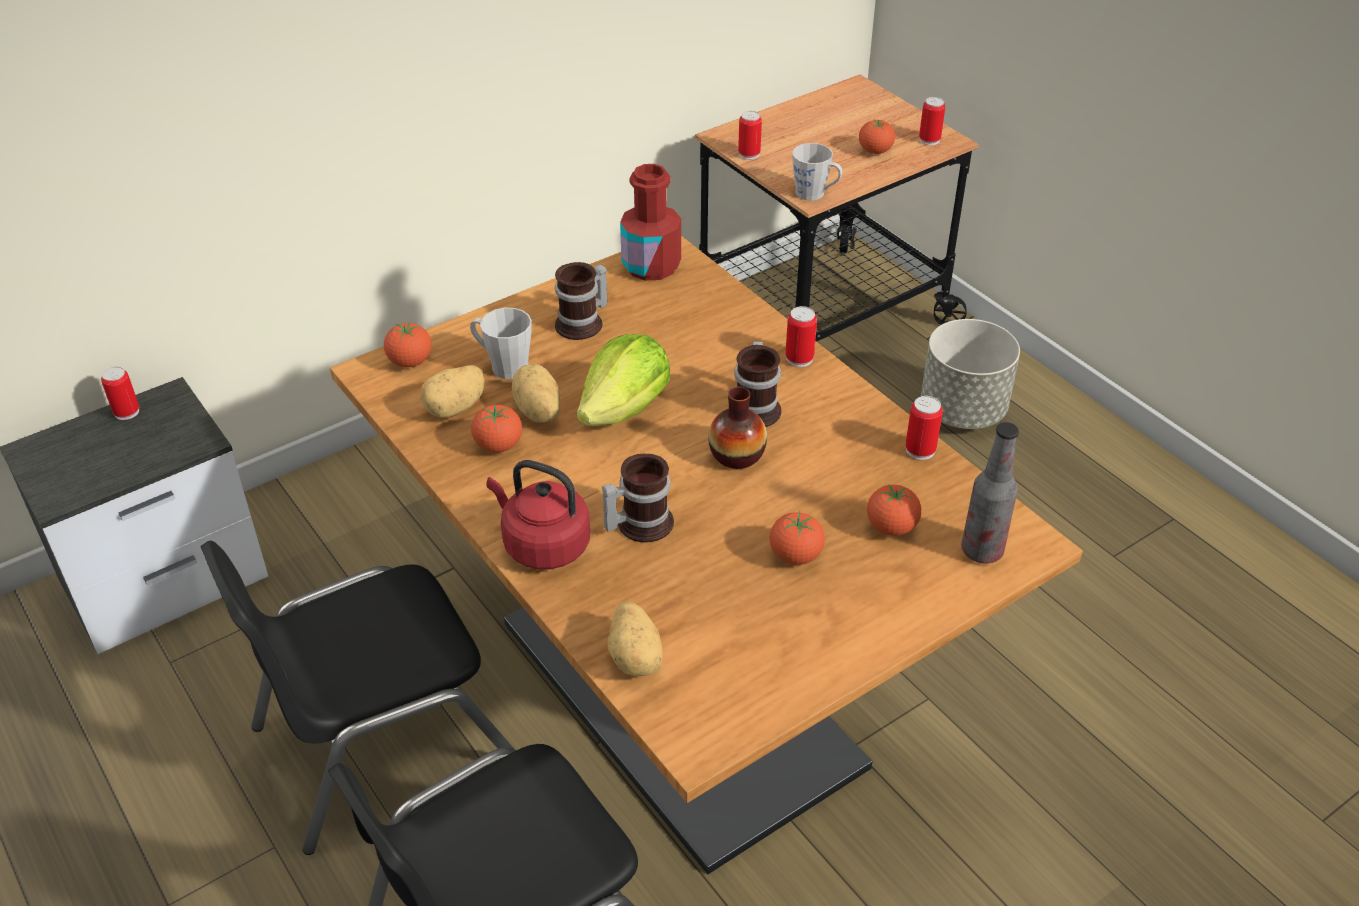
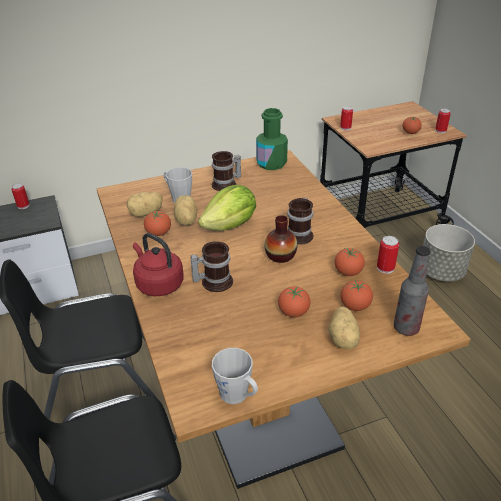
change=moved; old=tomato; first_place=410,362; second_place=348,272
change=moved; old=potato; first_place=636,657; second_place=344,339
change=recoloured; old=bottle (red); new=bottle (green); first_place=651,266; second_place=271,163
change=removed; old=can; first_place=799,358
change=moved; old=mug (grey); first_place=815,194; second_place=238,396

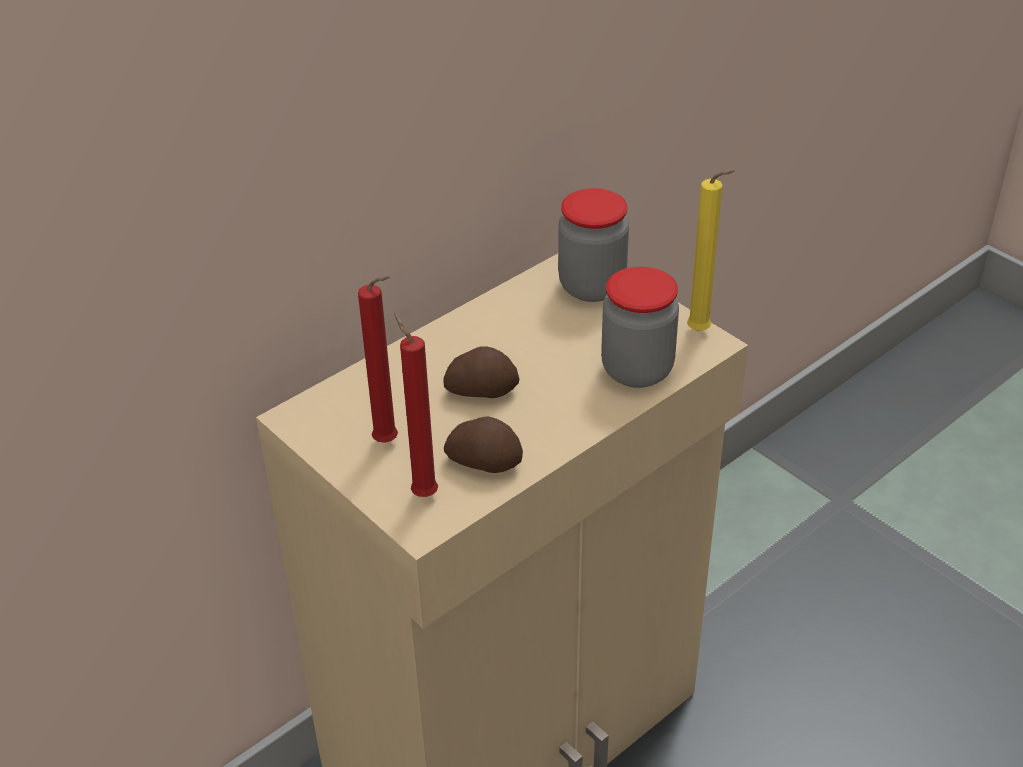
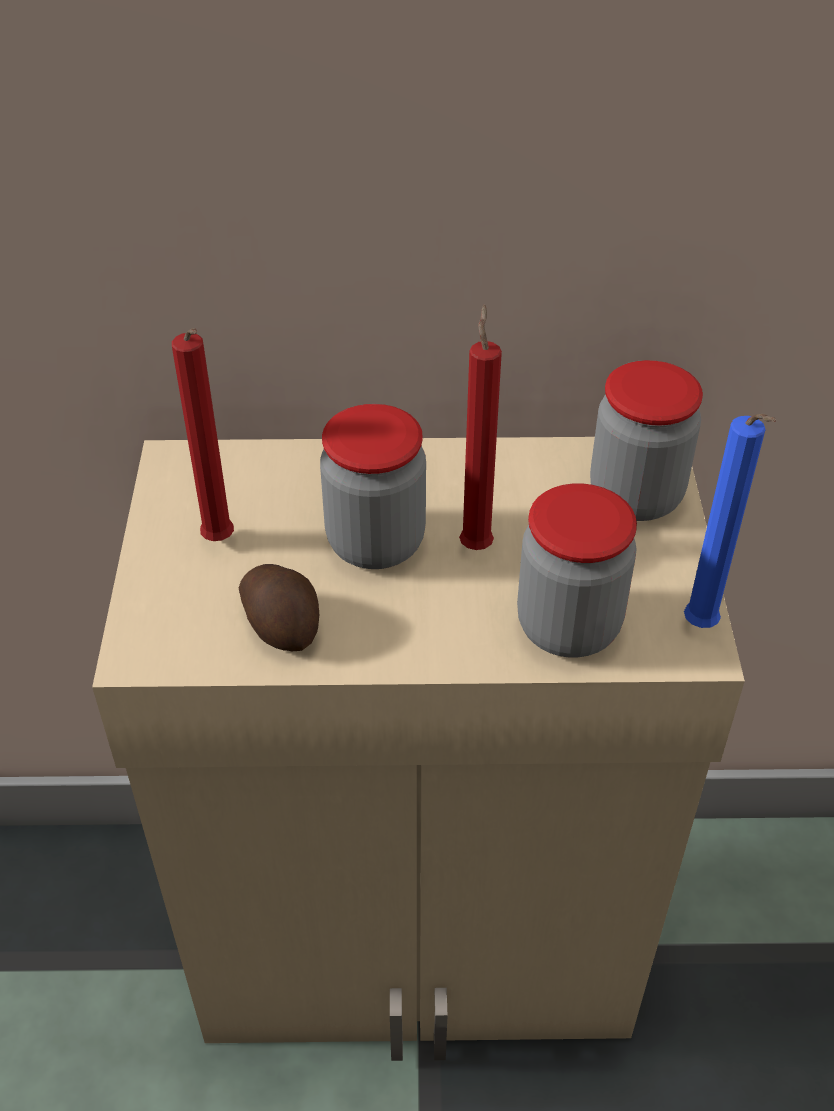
change=moved; old=candle (red); first_place=422,493; second_place=476,544
change=replaced; old=potato; new=jar; first_place=481,389; second_place=375,543
change=recoloured; old=candle (yellow); new=candle (blue); first_place=702,332; second_place=702,629

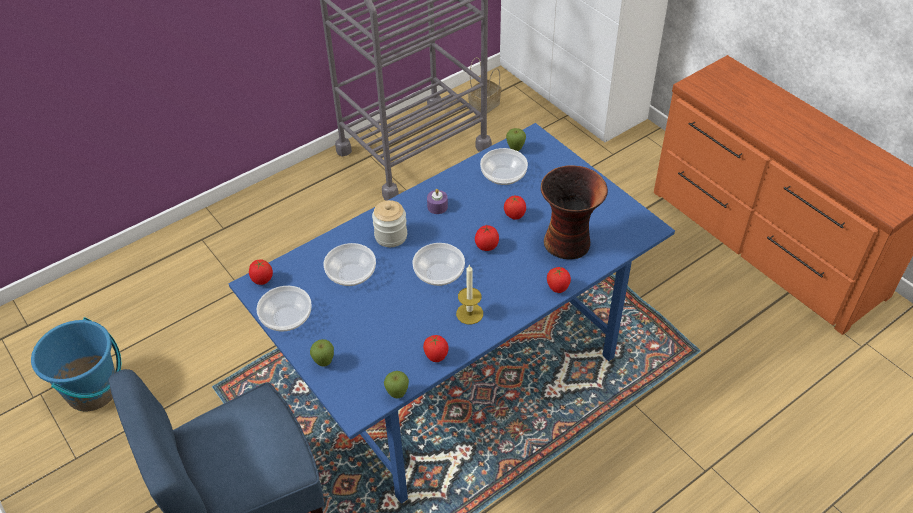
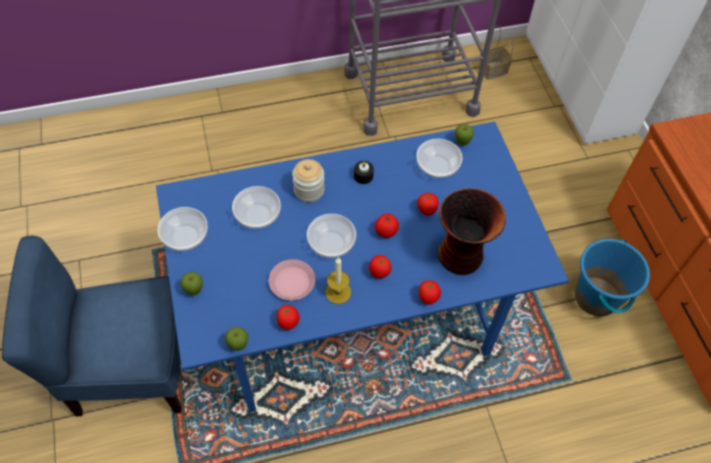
change=moved; old=bucket (blue); first_place=93,390; second_place=597,297
change=moved; old=tomato; first_place=262,281; second_place=379,273
change=recoloured; old=candle (purple); new=candle (black); first_place=437,206; second_place=363,176
change=added; new=plate (pink); second_place=292,282

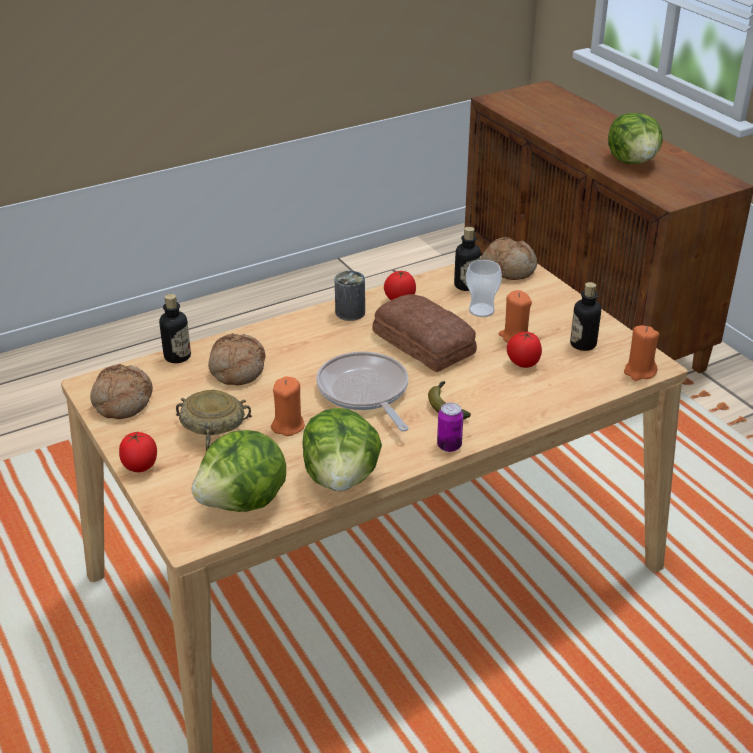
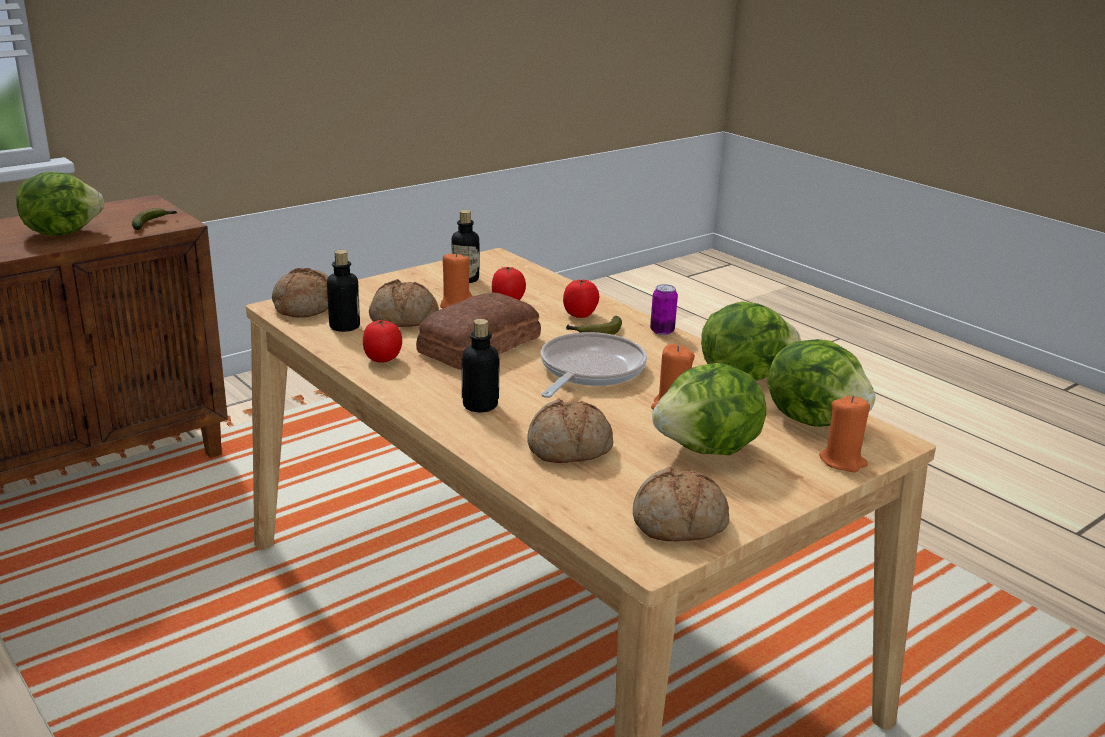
change=moved; old=tomato; first_place=140,467; second_place=580,315
change=moved; old=bottle; first_place=177,356; second_place=480,405
change=replaced; old=bowl (beige); new=lettuce; first_place=212,432; second_place=708,450
change=turned; old=frying pan; first_place=365,392; second_place=589,371; degrees=150
change=removed; old=can; first_place=350,312
change=replaced; old=cup; new=bread; first_place=481,310; second_place=403,319
change=moved; old=candle (orange); first_place=639,372; second_place=842,461
change=added; new=banana; second_place=153,224

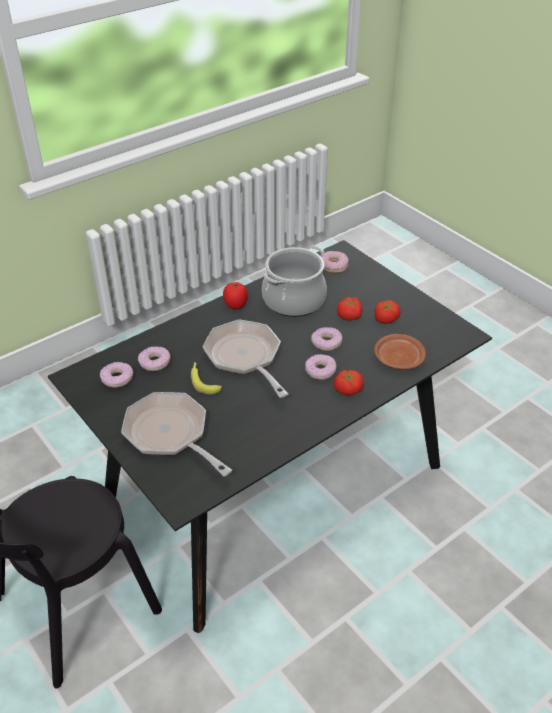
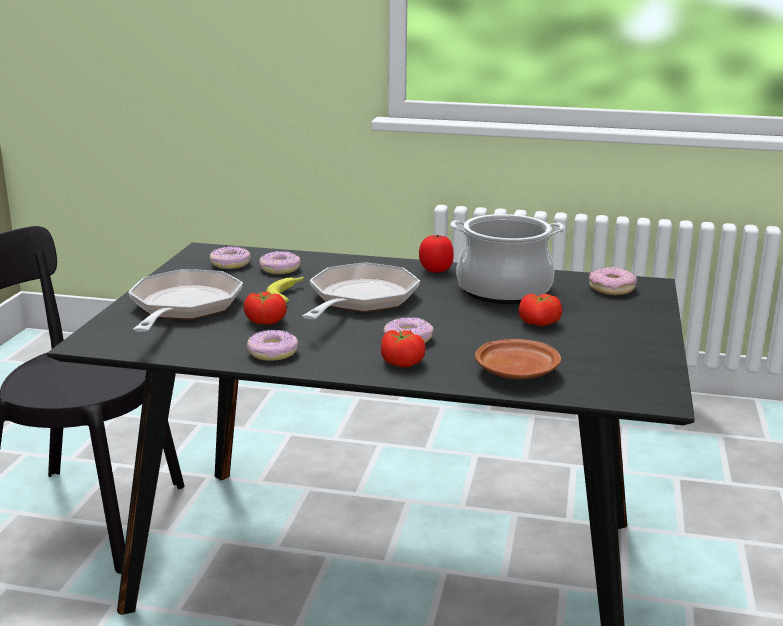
change=moved; old=donut; first_place=326,343; second_place=272,353
change=moved; old=tomato; first_place=385,318; second_place=265,321

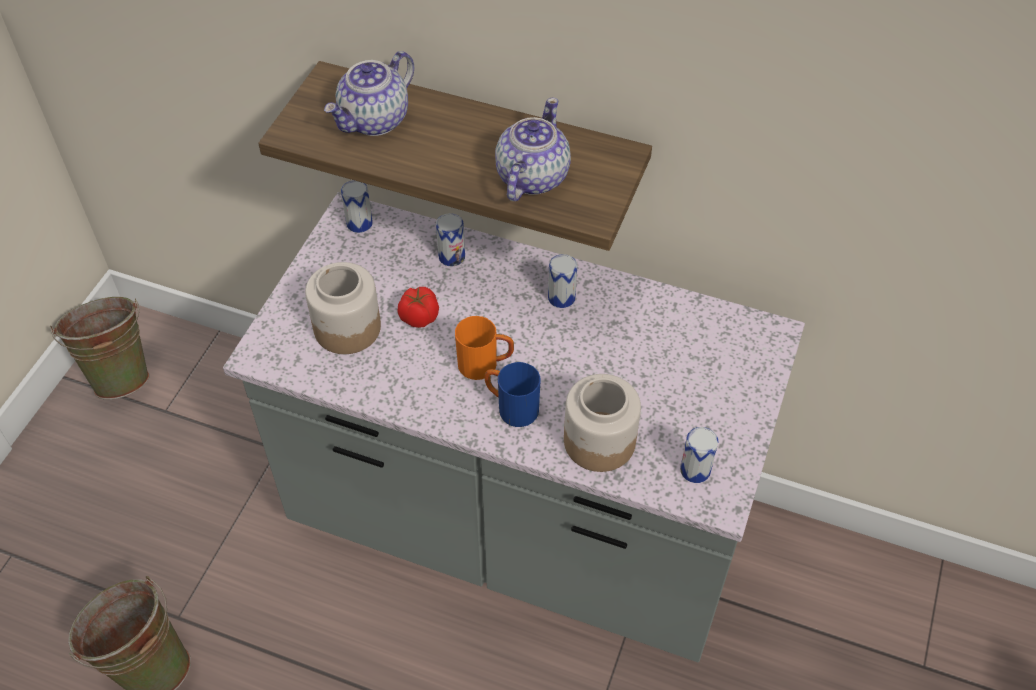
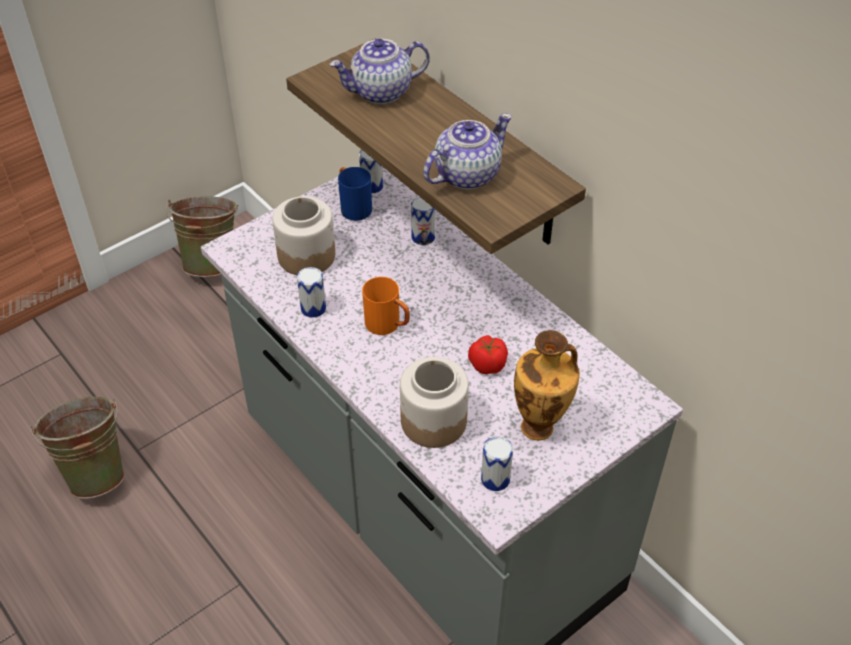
change=moved; old=tomato; first_place=418,317; second_place=487,364
change=moved; old=mug (blue); first_place=511,408; second_place=353,207
change=moved; old=can; first_place=561,298; second_place=313,308
change=added; new=vase; second_place=540,427

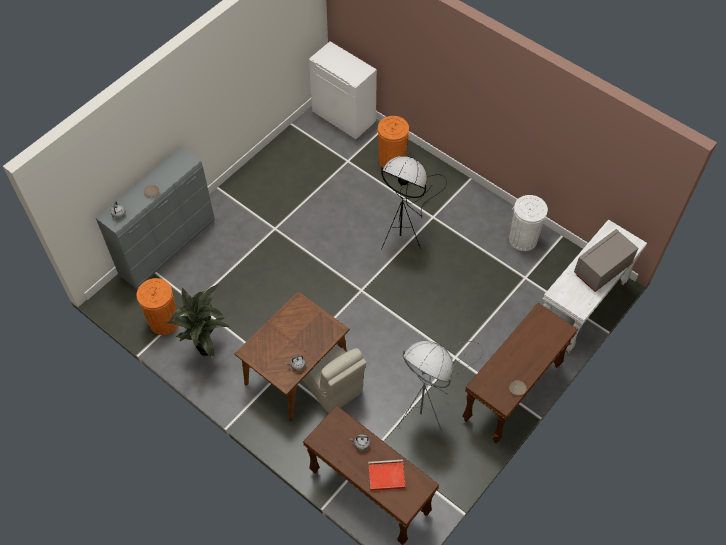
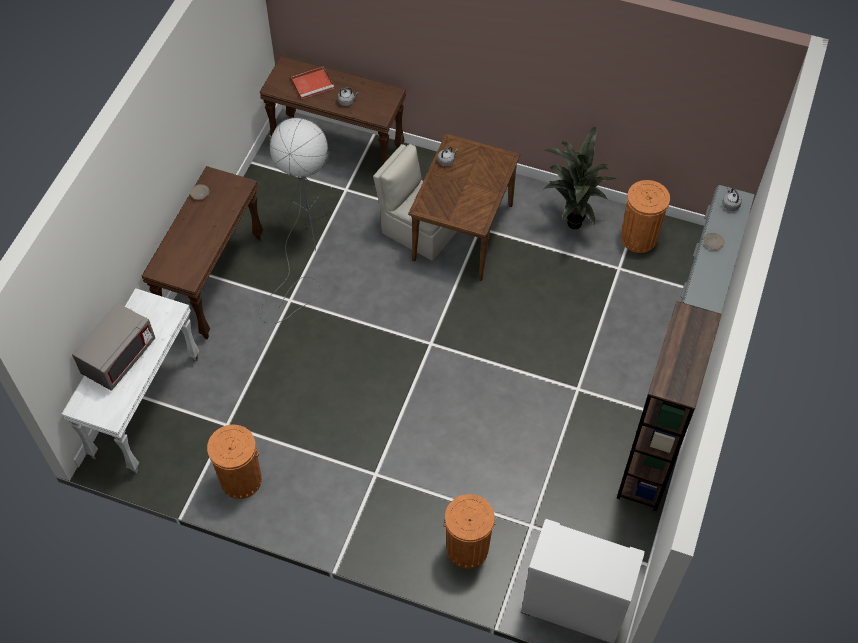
change=removed; old=floor lamp (black); first_place=407,226
change=recoloured; old=trash can (white); new=trash can (orange); first_place=523,239; second_place=241,480
change=added; new=bookcase (brown); second_place=648,462

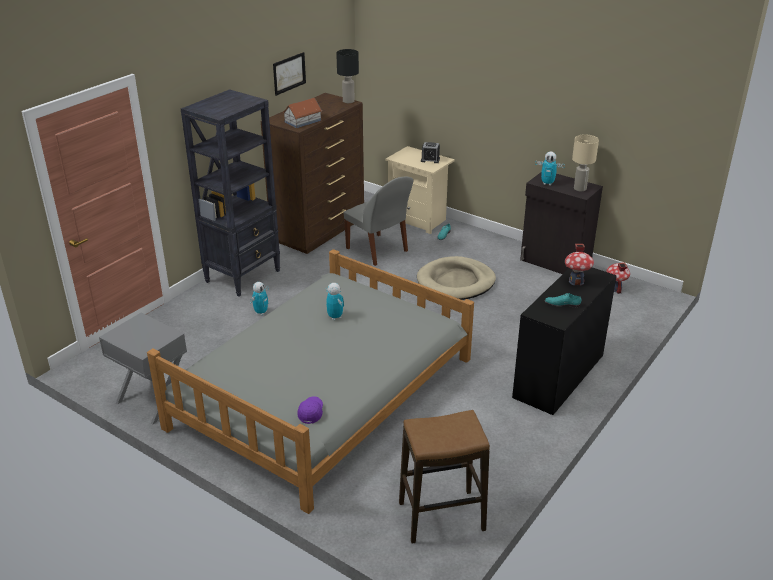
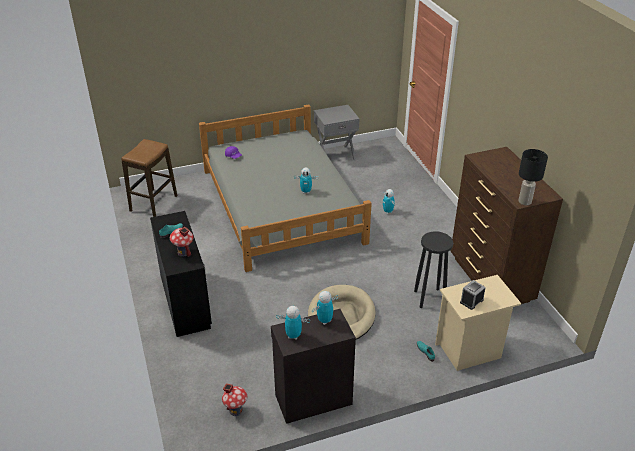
change=removed; old=bookcase (black); first_place=243,276
change=removed; old=picture; first_place=289,73
change=removed; old=toy house; first_place=302,121
change=replaced; old=chair (grey); new=stool (black); first_place=378,250; second_place=429,297
change=replaced; old=table lamp (beige); new=toy robot; first_place=580,189; second_place=293,336

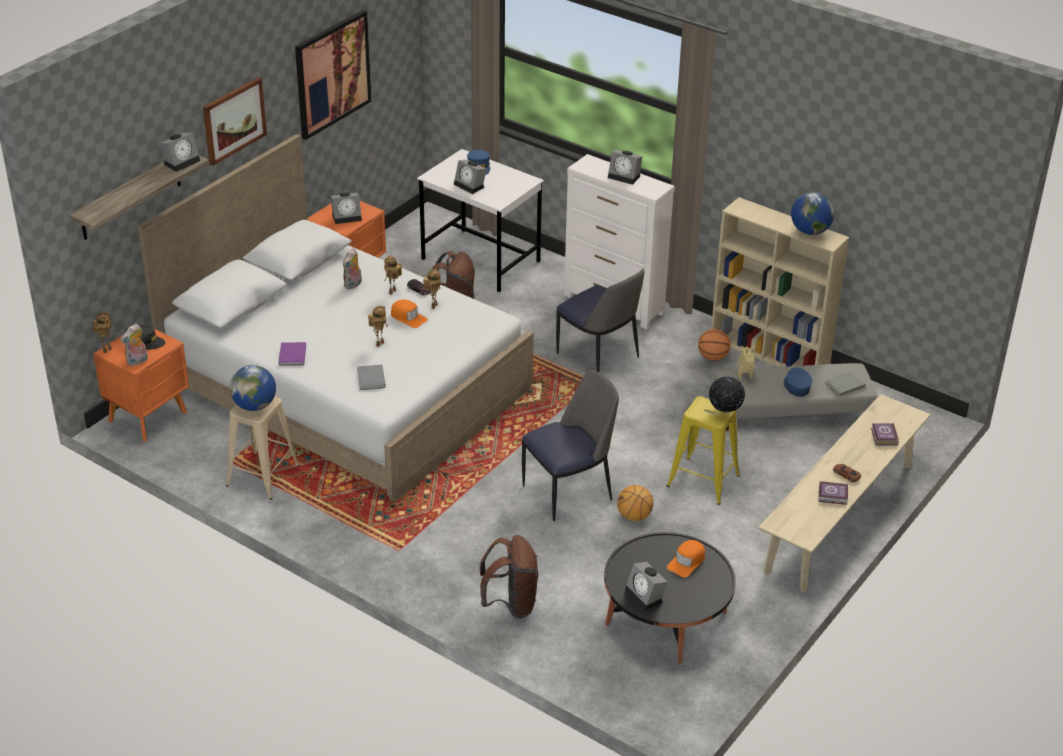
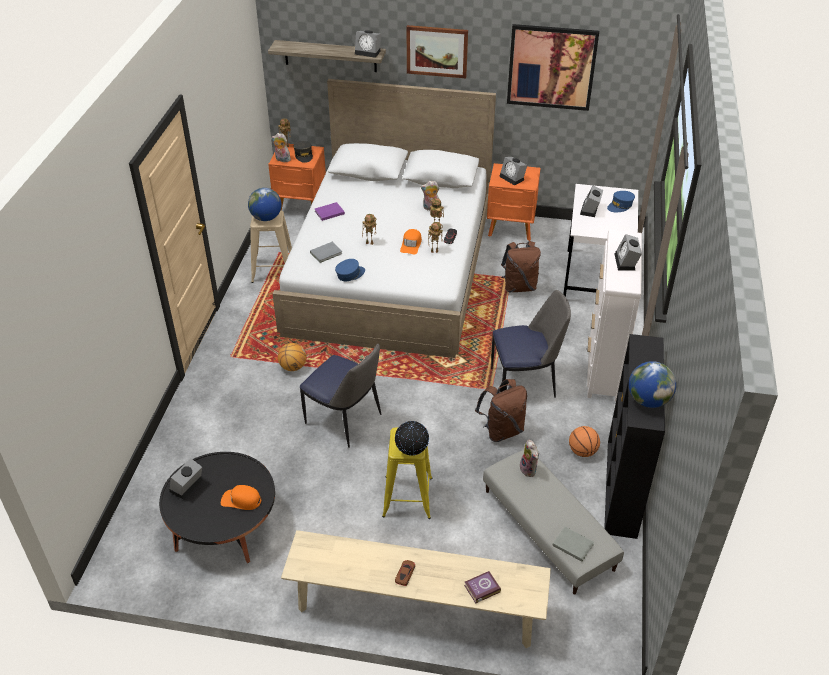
change=moved; old=backpack (brown); first_place=511,604; second_place=502,430
change=turned; old=chair; first_place=599,357; second_place=525,382; degrees=-120
change=moved; old=basketball; first_place=634,516; second_place=293,367
change=recoloured; old=bookcase (beige); new=bookcase (black); first_place=770,353; second_place=622,489
change=replaced; old=toy robot; new=plush toy; first_place=745,378; second_place=529,470
change=moved; old=cap (blue); first_place=796,387; second_place=350,274
change=removed; old=book; first_place=833,496

